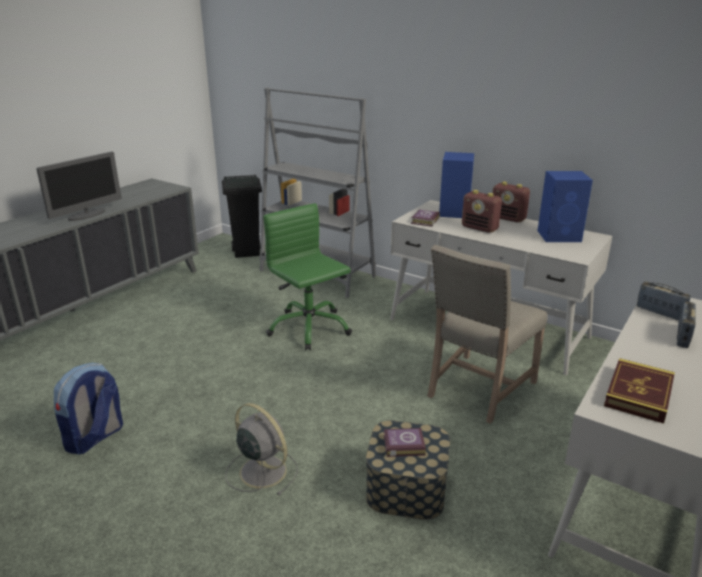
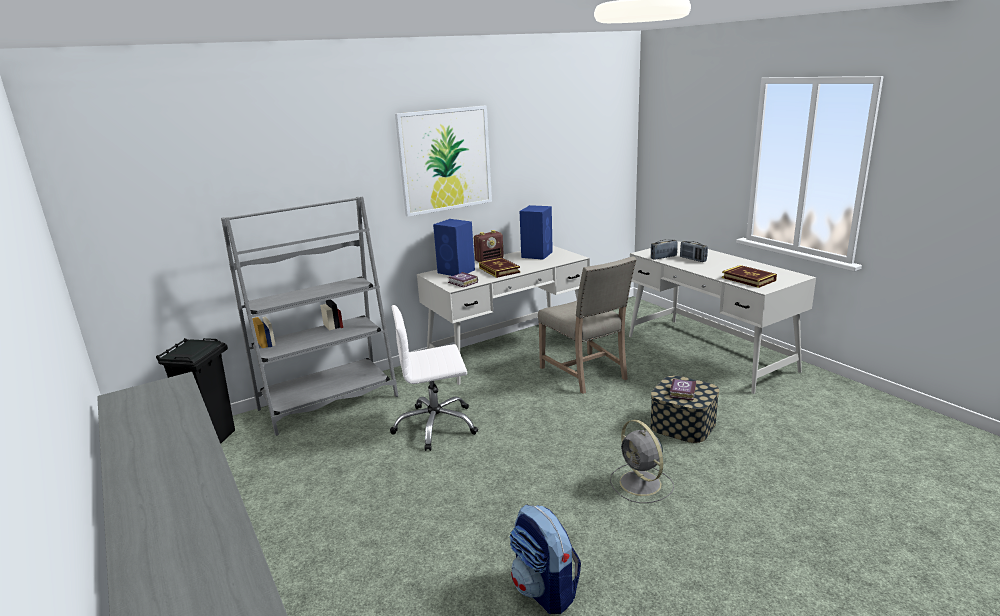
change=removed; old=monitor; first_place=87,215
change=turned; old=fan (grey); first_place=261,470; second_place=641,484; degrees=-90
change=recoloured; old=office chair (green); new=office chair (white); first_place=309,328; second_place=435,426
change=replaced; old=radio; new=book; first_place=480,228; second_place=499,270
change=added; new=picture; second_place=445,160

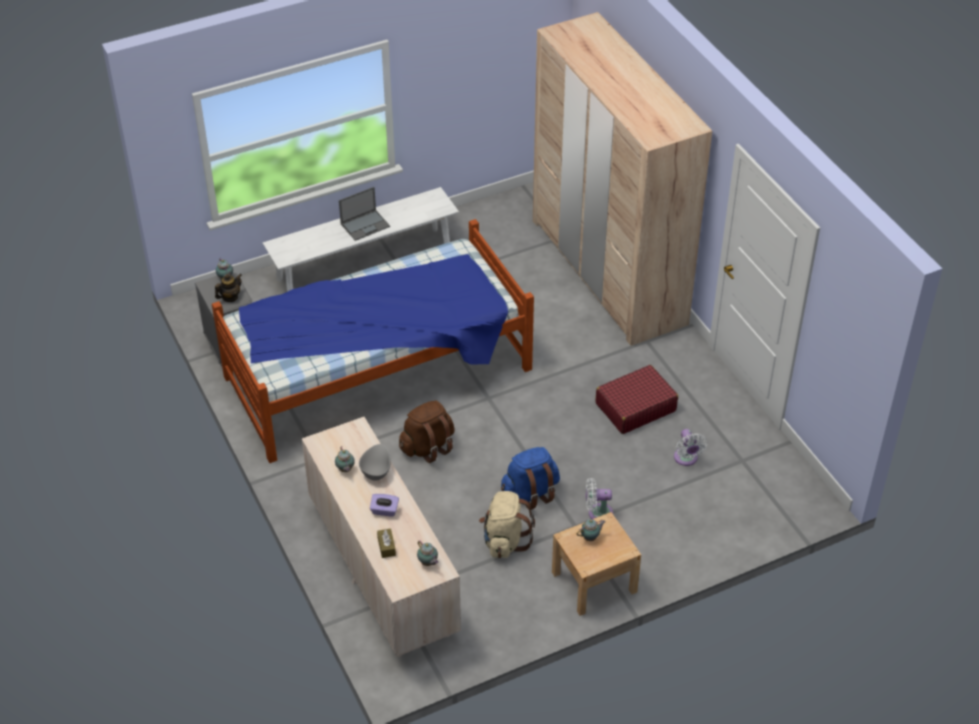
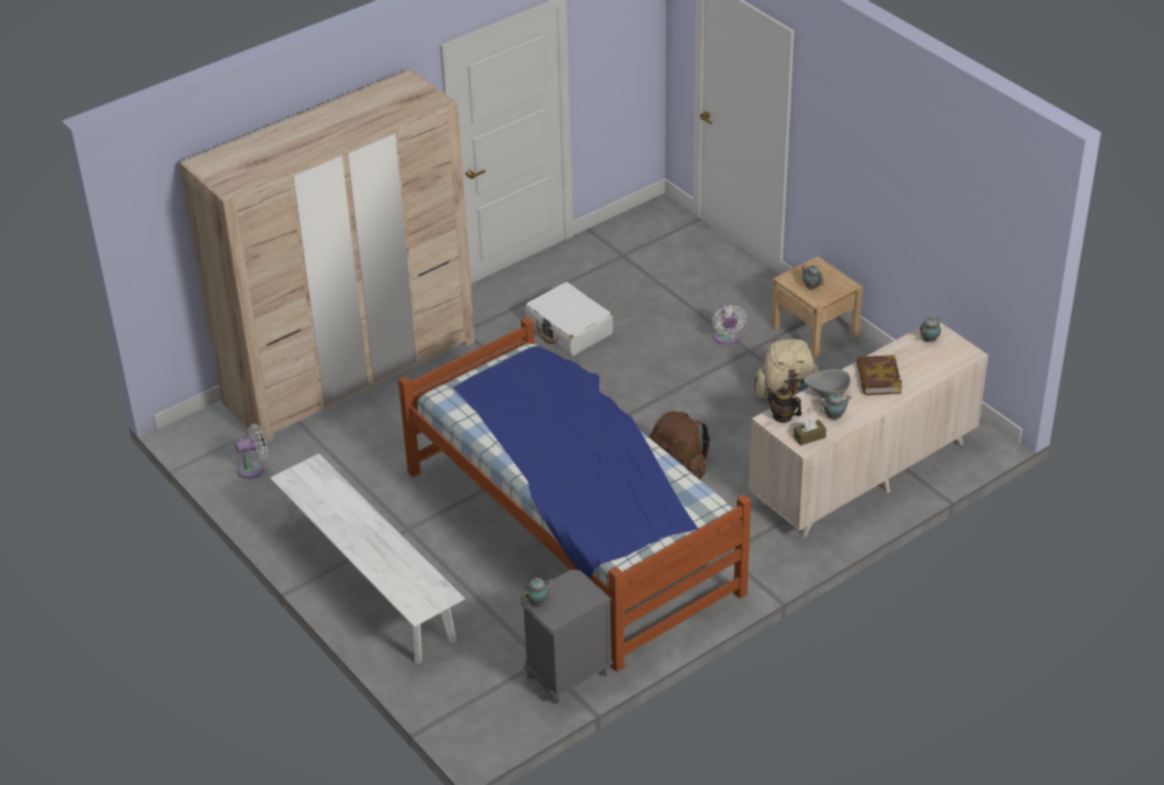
change=moved; old=teapot; first_place=230,297; second_place=782,416
change=removed; old=laptop; first_place=365,225
change=replaced; old=tissue box (purple); new=book; first_place=384,511; second_place=878,379
change=moved; old=tissue box (brown); first_place=386,546; second_place=809,437
change=removed; old=backpack (blue); first_place=530,493
change=recoloured; old=suitcase (red); new=suitcase (white); first_place=635,407; second_place=569,329
change=moved; old=fan (white); first_place=686,459; second_place=253,468

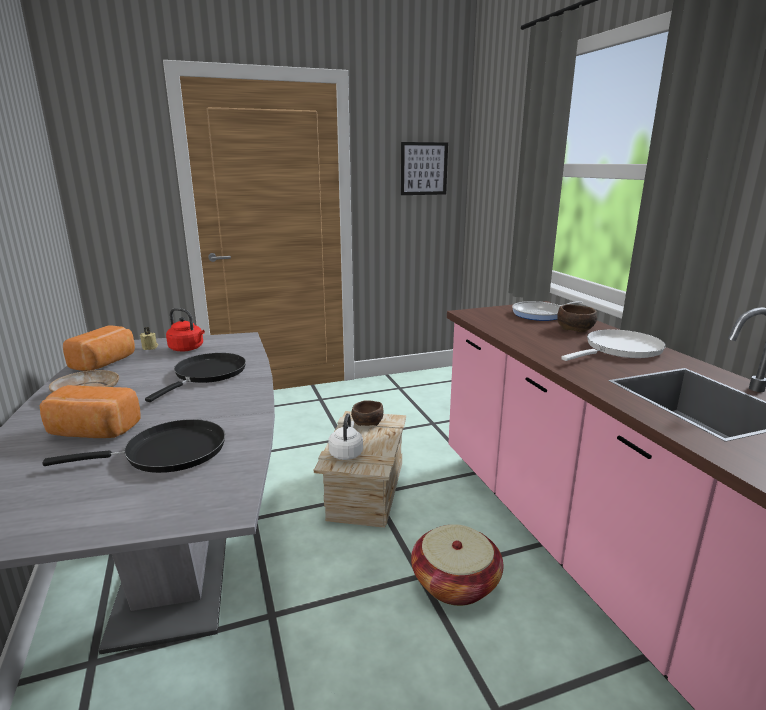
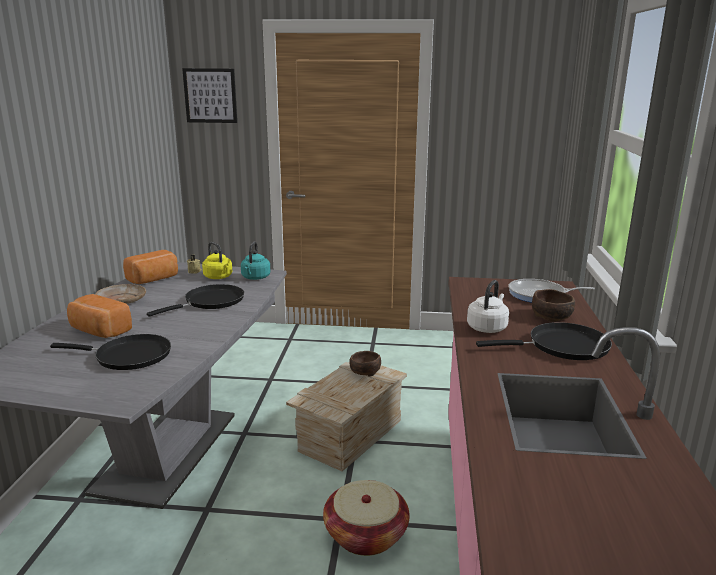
change=recoloured; old=kettle (red); new=kettle (yellow); first_place=188,349; second_place=219,277
change=moved; old=kettle (white); first_place=346,453; second_place=487,327
change=moved; old=picture; first_place=423,168; second_place=210,95
change=recoloured; old=frying pan (white); new=frying pan (black); first_place=620,349; second_place=562,346
change=added; new=kettle (turquoise); second_place=255,278

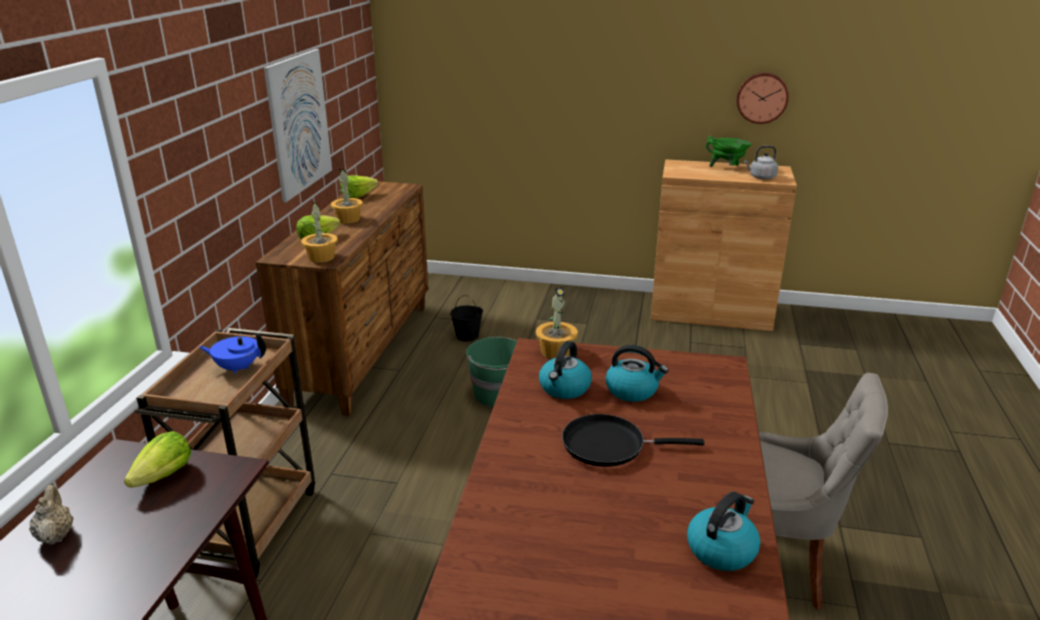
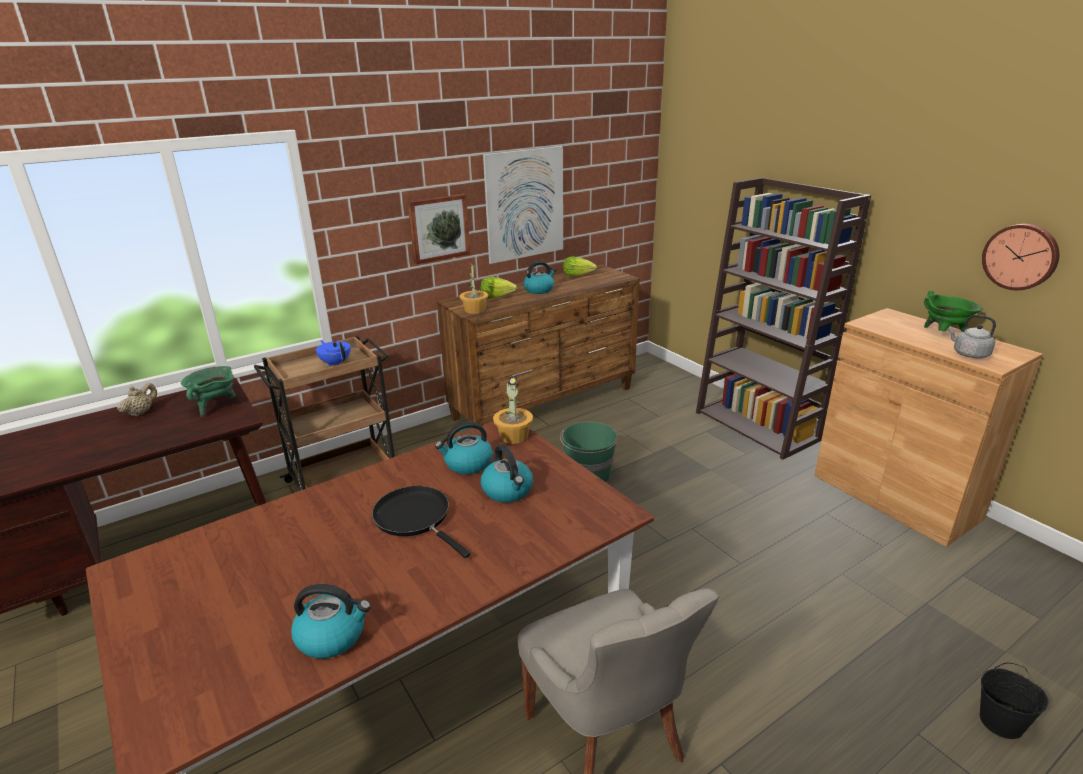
change=replaced; old=lettuce; new=cooking pot (green); first_place=164,476; second_place=216,406
change=replaced; old=potted plant; new=kettle; first_place=348,219; second_place=539,290
change=moved; old=bucket (black); first_place=468,336; second_place=1001,722
change=added; new=picture; second_place=438,228
change=added; new=bookcase (brown); second_place=758,426

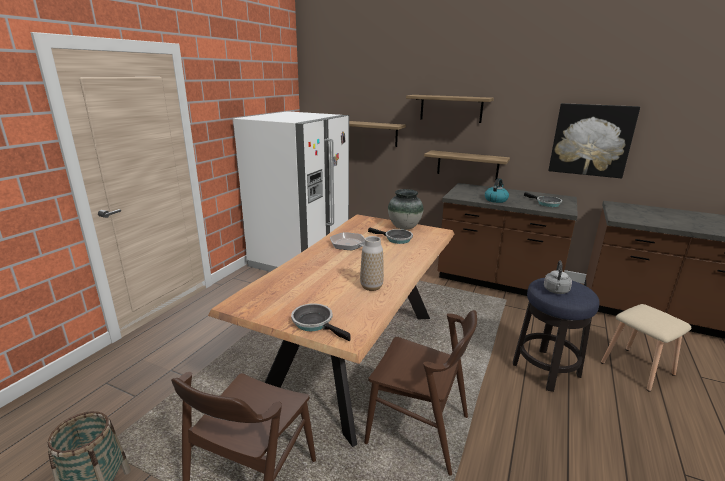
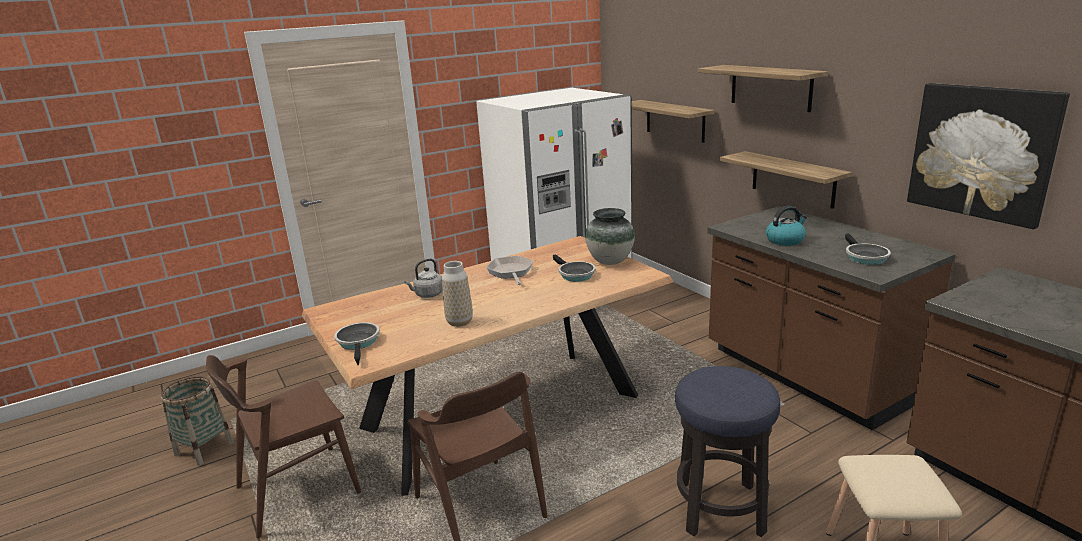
change=moved; old=kettle (grey); first_place=556,291; second_place=428,295

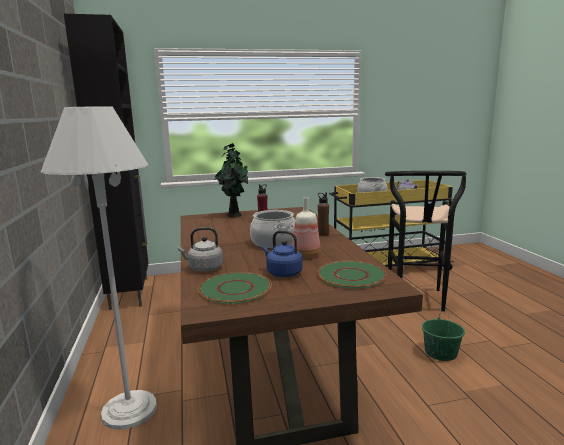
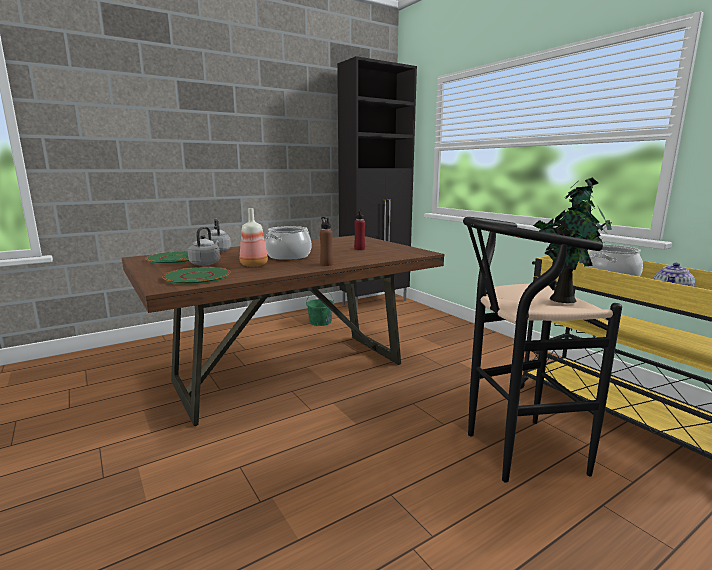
change=removed; old=floor lamp (white); first_place=129,410
change=moved; old=potted plant; first_place=233,215; second_place=563,299
change=recoloured; old=kettle (blue); new=kettle (grey); first_place=282,273; second_place=206,263
change=moved; old=bucket (green); first_place=440,352; second_place=320,322

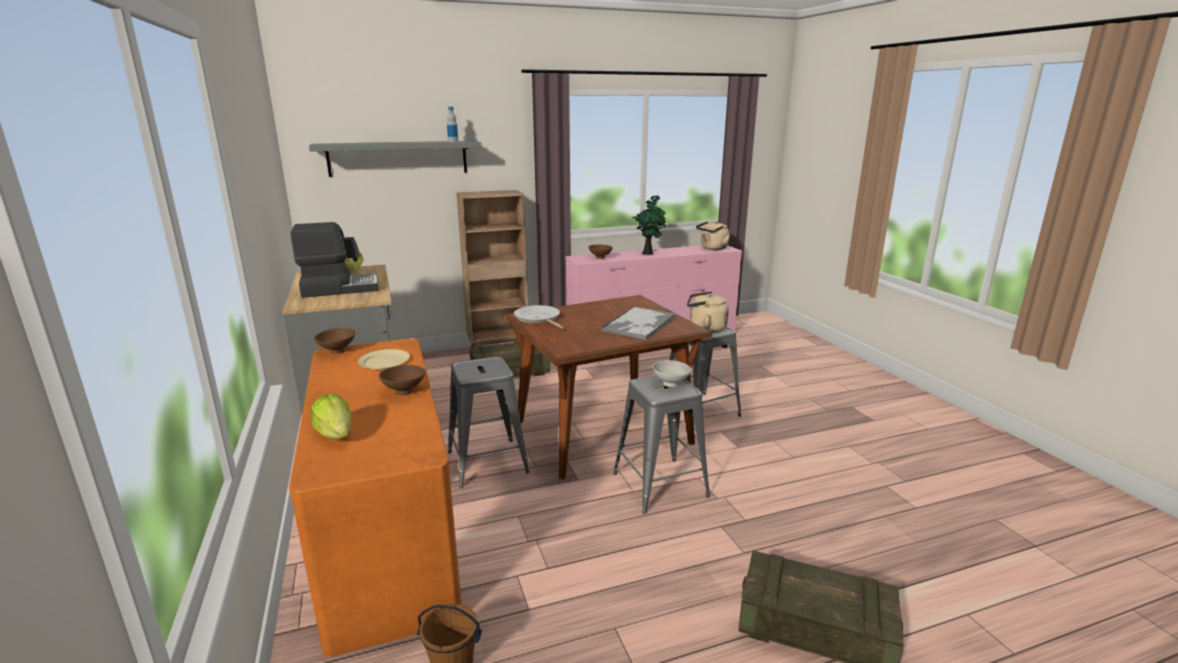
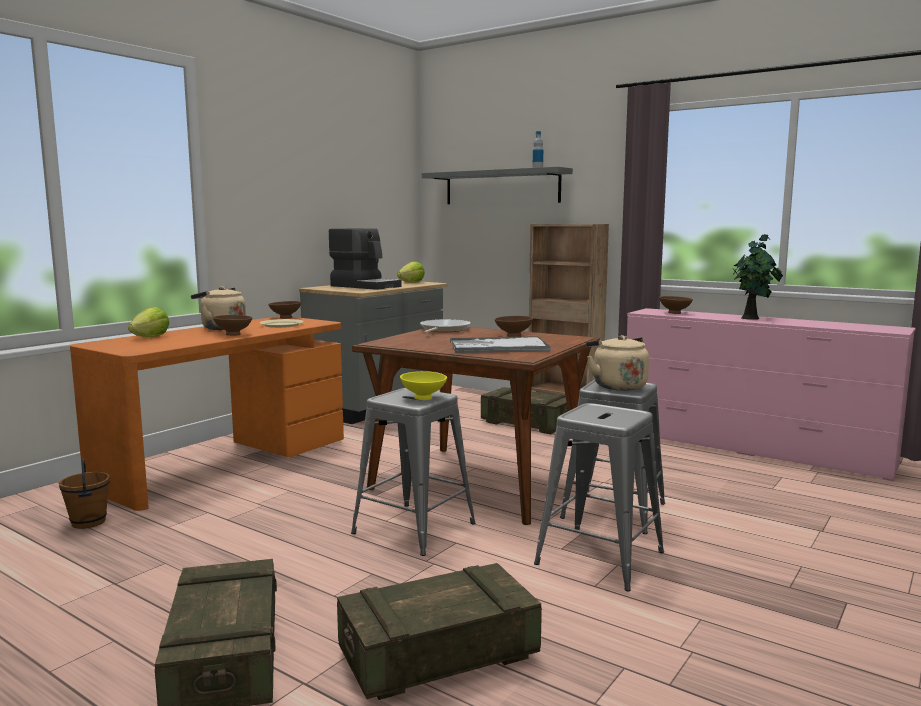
change=moved; old=stool (grey); first_place=487,462; second_place=600,558
change=recoloured; old=bowl (white); new=bowl (yellow); first_place=670,383; second_place=424,398
change=moved; old=kettle (beige); first_place=712,248; second_place=221,328
change=added; new=crate; second_place=438,656
change=added; new=bowl (brown); second_place=513,336

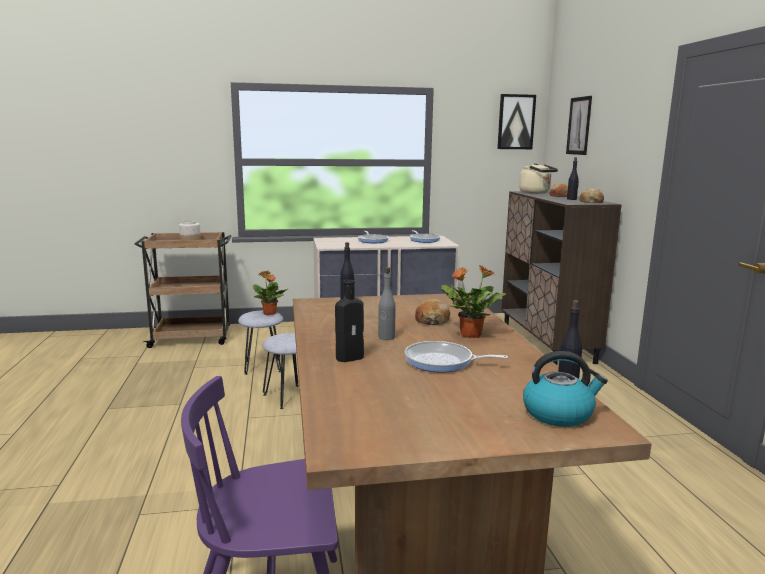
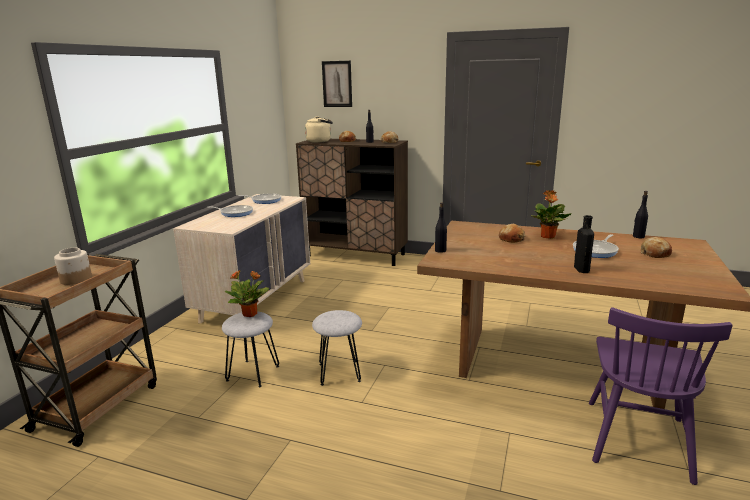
change=removed; old=bottle (grey); first_place=386,337
change=removed; old=picture; first_place=516,122
change=removed; old=kettle; first_place=558,414
change=added; new=bread; second_place=655,253

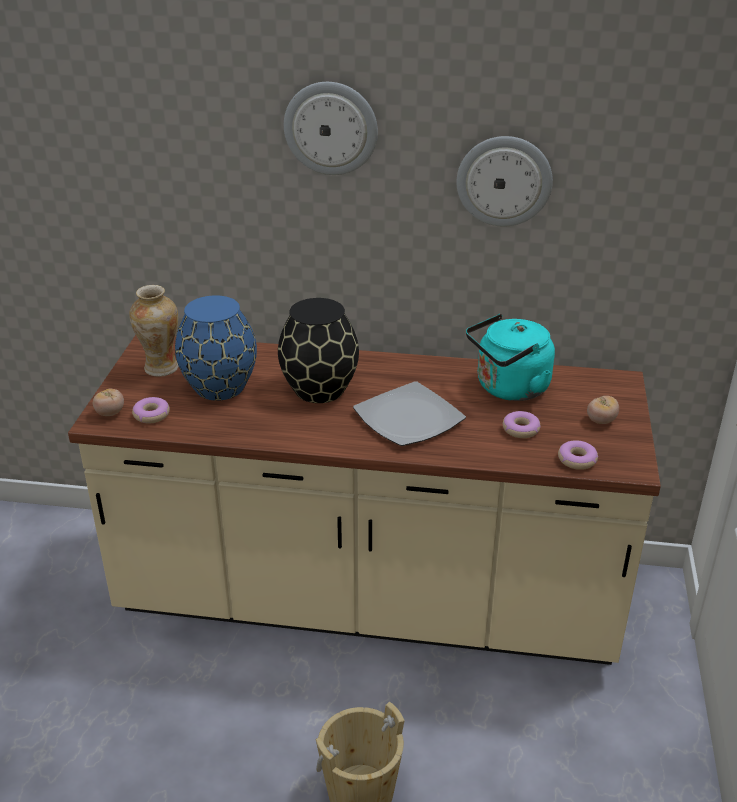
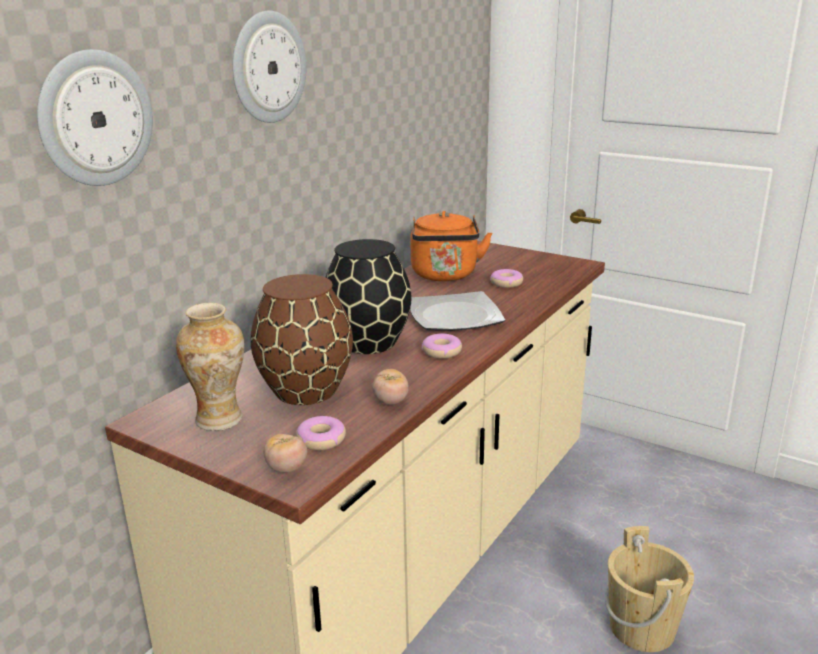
change=recoloured; old=vase (blue); new=vase (brown); first_place=218,387; second_place=305,391
change=moved; old=wall clock; first_place=504,181; second_place=95,119
change=recoloured; old=kettle (turquoise); new=kettle (orange); first_place=509,388; second_place=445,275
change=moved; old=donut; first_place=577,460; second_place=442,351
change=moved; old=tomato; first_place=601,421; second_place=390,401

